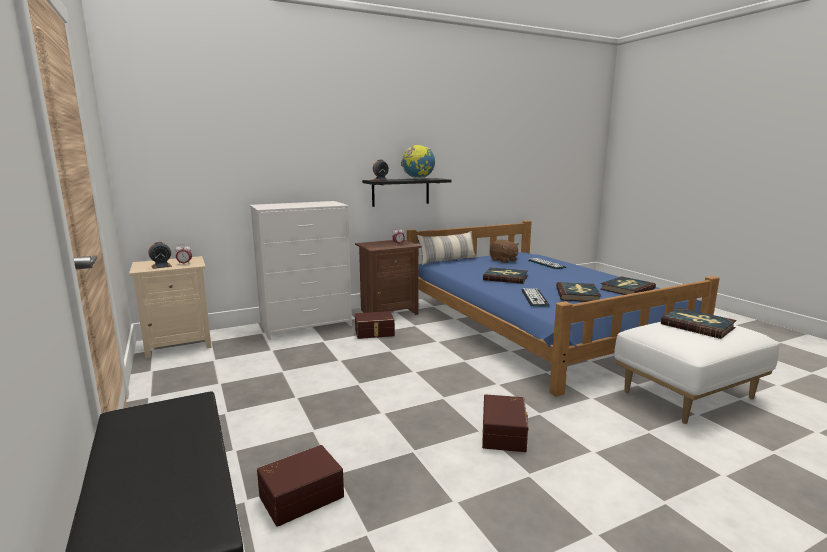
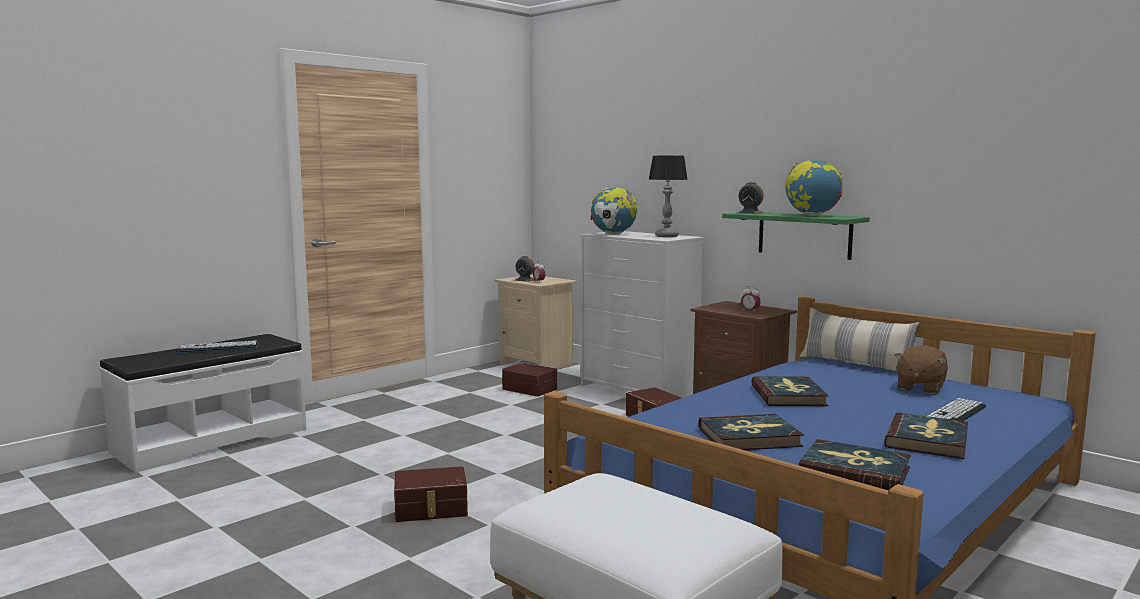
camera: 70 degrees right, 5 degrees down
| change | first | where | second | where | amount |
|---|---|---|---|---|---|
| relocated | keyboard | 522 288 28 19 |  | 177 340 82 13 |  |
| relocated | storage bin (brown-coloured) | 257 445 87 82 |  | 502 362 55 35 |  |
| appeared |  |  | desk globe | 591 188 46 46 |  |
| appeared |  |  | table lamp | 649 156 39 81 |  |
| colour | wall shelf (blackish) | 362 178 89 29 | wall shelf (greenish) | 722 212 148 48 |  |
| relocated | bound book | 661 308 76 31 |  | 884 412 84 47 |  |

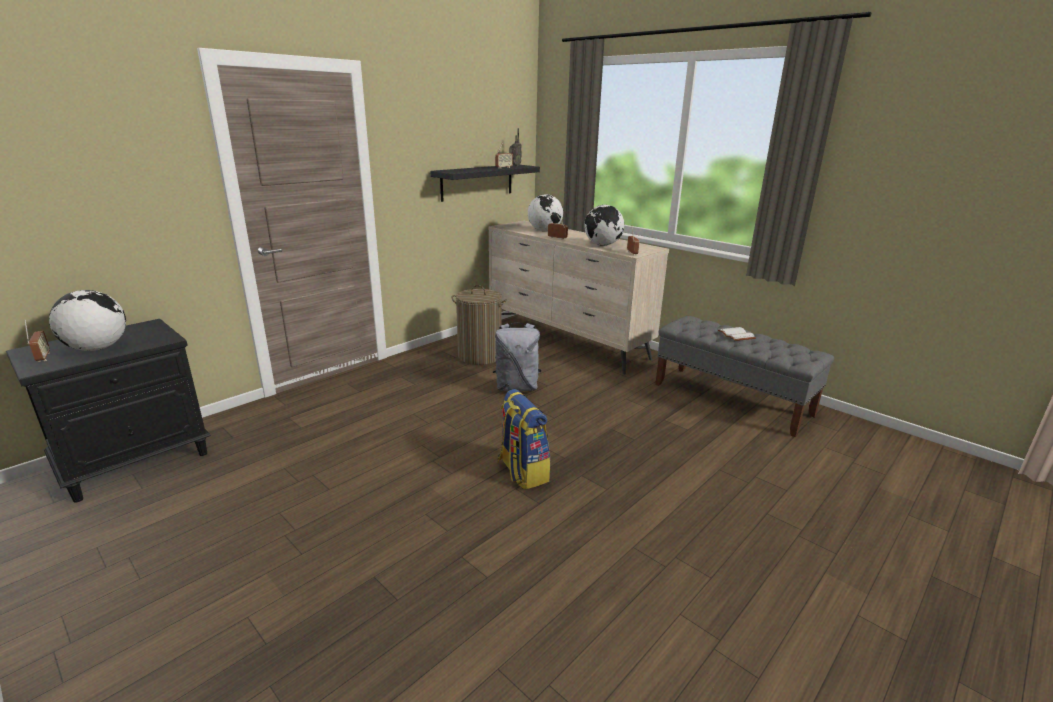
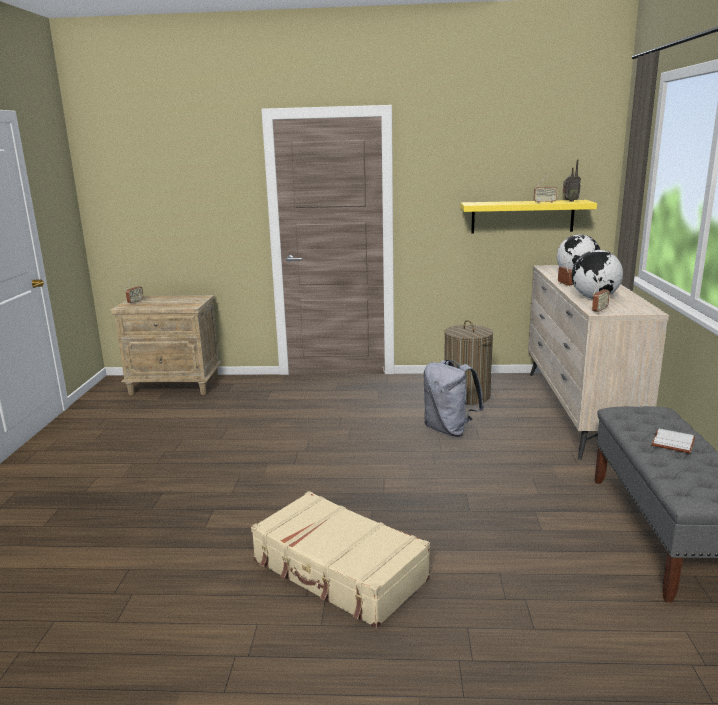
camera: 50 degrees right, 5 degrees down
| change | first | where | second | where | amount |
|---|---|---|---|---|---|
| colour | night table (blackish) | 6 319 205 184 | night table (sand-coloured) | 110 295 111 100 |  |
| appeared |  |  | suitcase (sand-coloured) | 251 491 179 137 |  |
| colour | wall shelf (blackish) | 430 165 110 37 | wall shelf (yellowish) | 460 200 137 34 |  |
| missing | desk globe | 49 290 77 61 |  |  |  |
| missing | rucksack | 498 389 52 101 |  |  |  |

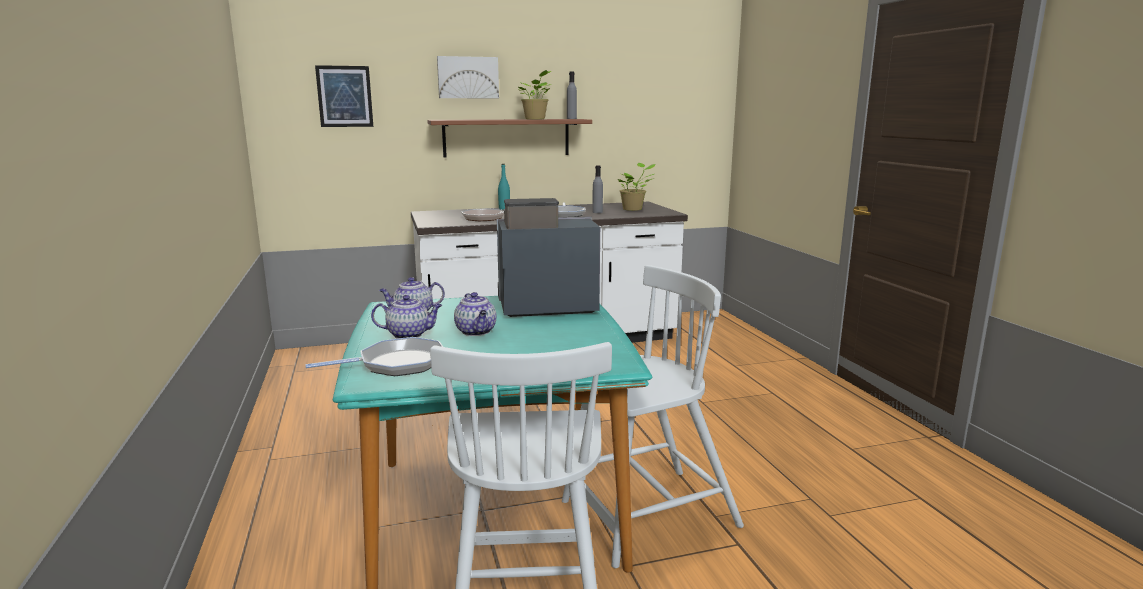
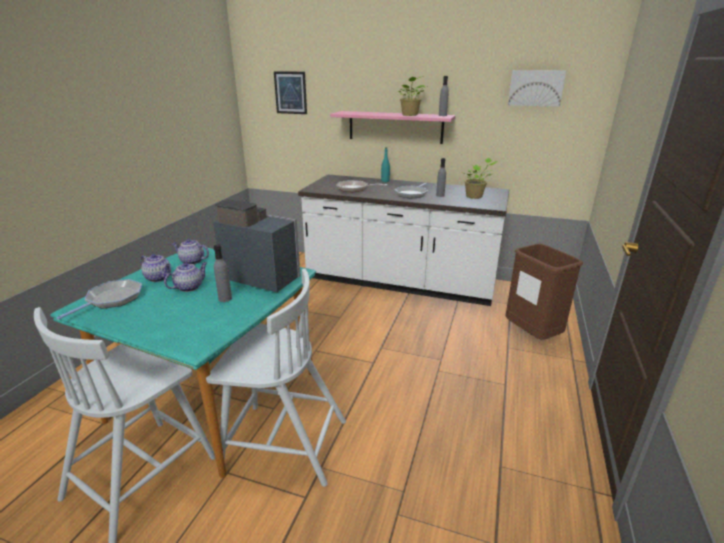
camera: 35 degrees right, 10 degrees up
| change | first | where | second | where | amount |
|---|---|---|---|---|---|
| spun | frying pan | 305 337 138 39 |  | 56 279 86 41 | 75 degrees counterclockwise |
| spun | pot for tea | 454 292 43 44 |  | 164 262 43 30 | 150 degrees counterclockwise |
| appeared |  |  | bottle (gray) | 214 245 18 57 |  |
| colour | wall shelf (brown-coloured) | 427 119 165 39 | wall shelf (pinkish) | 330 111 126 33 |  |
| appeared |  |  | rubbish bin (brown-coloured) | 505 244 78 96 |  |
| relocated | picture | 437 56 62 42 |  | 508 70 58 37 |  |

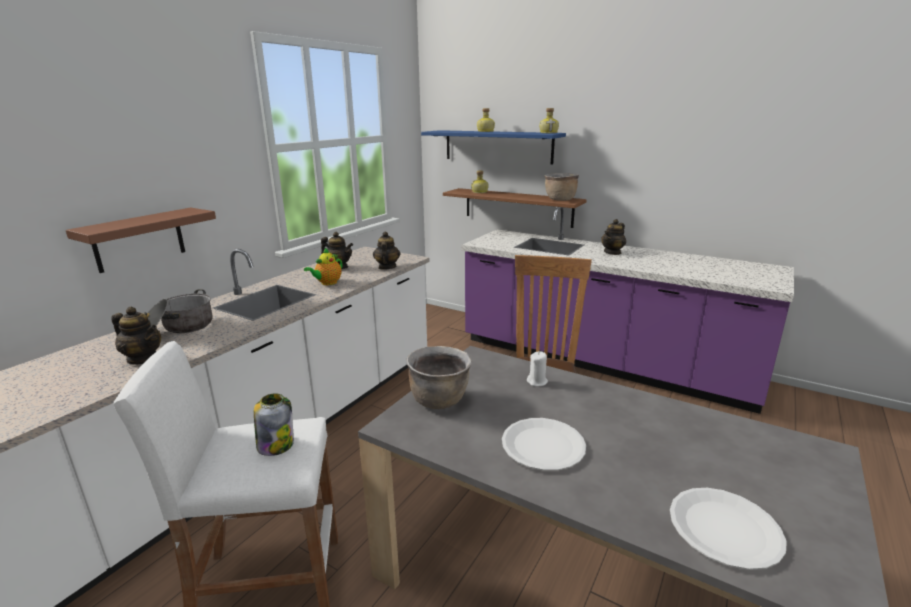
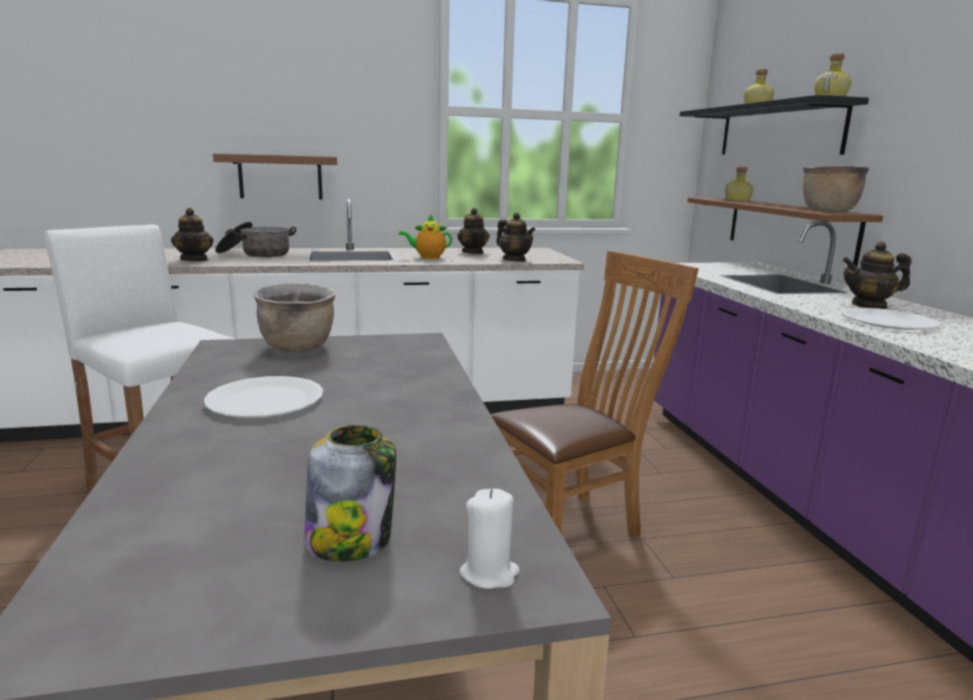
camera: 45 degrees right, 5 degrees down
| change | first | where | second | where | amount |
|---|---|---|---|---|---|
| relocated | preserve jar | 254 393 40 63 |  | 304 425 92 137 |  |
| relocated | wax light (white) | 527 351 21 35 |  | 459 489 61 100 |  |
| spun | pot for tea | 373 231 27 39 |  | 496 213 39 48 | 90 degrees clockwise |
| colour | wall shelf (blue) | 421 130 145 35 | wall shelf (blackish) | 680 95 189 60 |  |
| relocated | plate (white) | 670 488 117 82 |  | 841 308 100 22 |  |

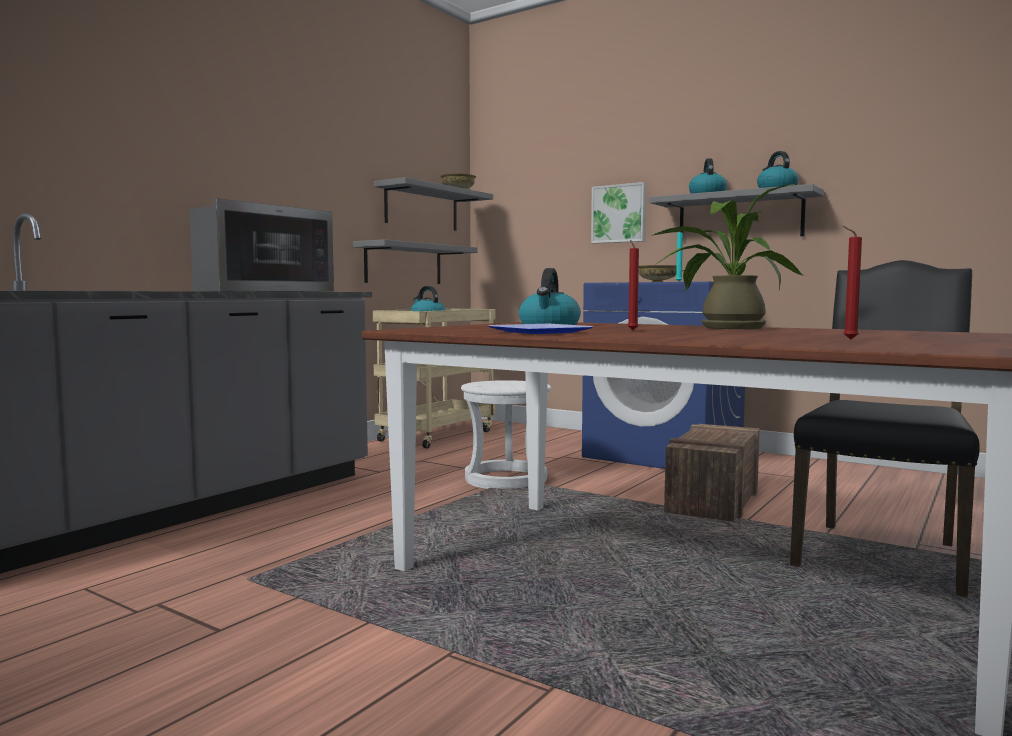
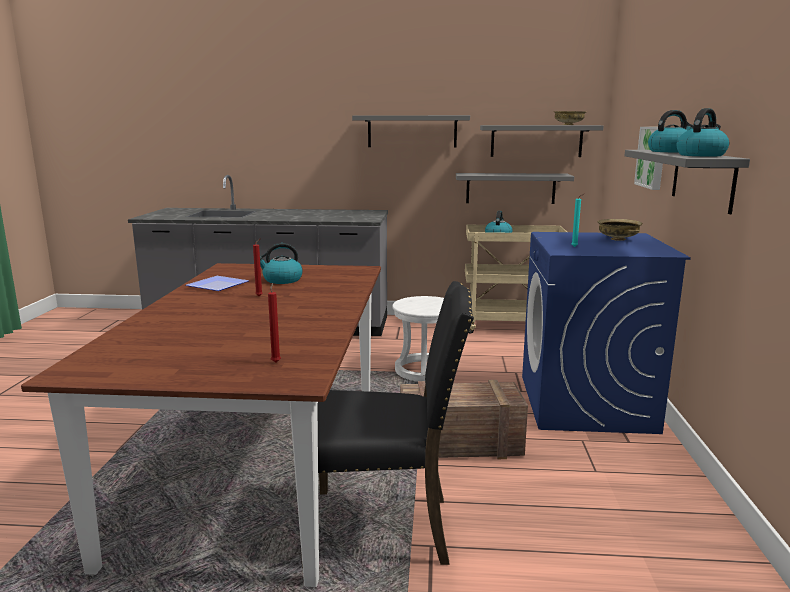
camera: 60 degrees right, 10 degrees up
| change | first | where | second | where | amount |
|---|---|---|---|---|---|
| relocated | wax light (red) | 843 226 19 114 |  | 268 283 13 79 |  |
| appeared |  |  | wall shelf (gray) | 352 115 118 32 |  |
| missing | kitchen microwave | 189 198 145 94 |  |  |  |
| missing | potted plant | 651 184 154 145 |  |  |  |

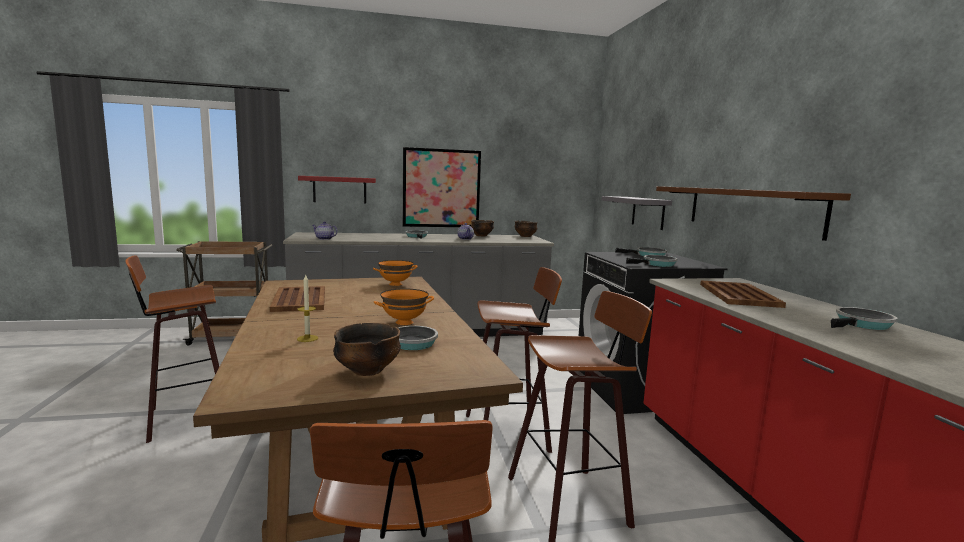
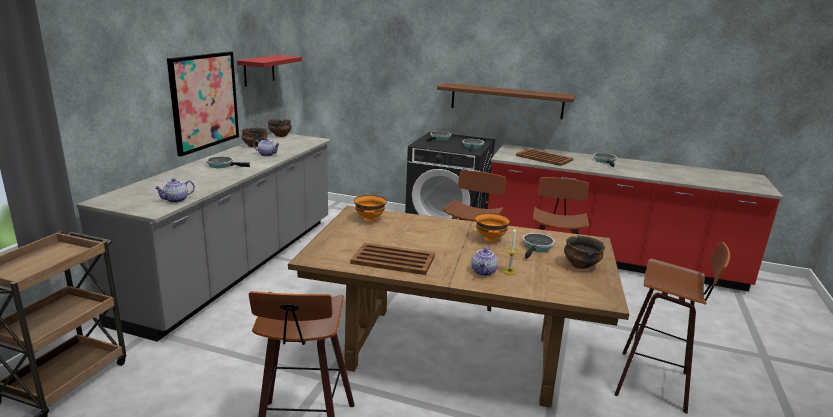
camera: 60 degrees left, 10 degrees up
| change | first | where | second | where | amount |
|---|---|---|---|---|---|
| relocated | wall shelf (red) | 298 176 78 27 |  | 237 55 65 31 |  |
| appeared |  |  | pot for tea | 471 246 27 30 |  |
| missing | wall shelf (gray) | 602 196 70 34 |  |  |  |

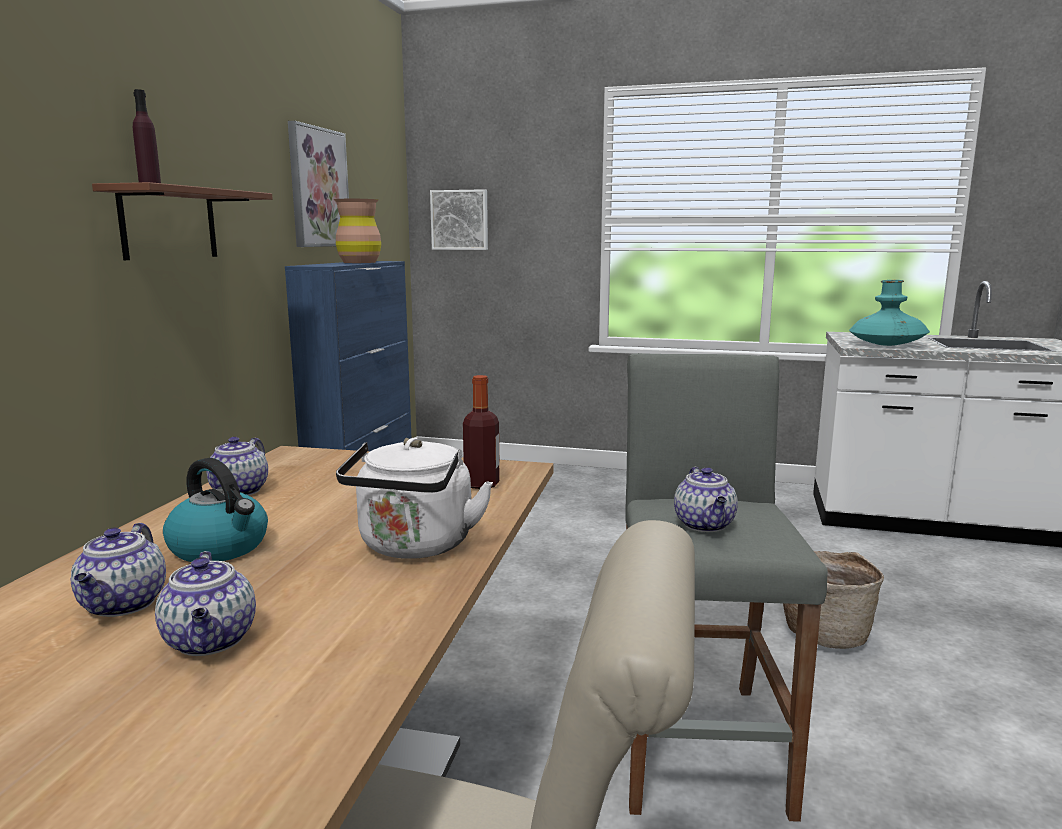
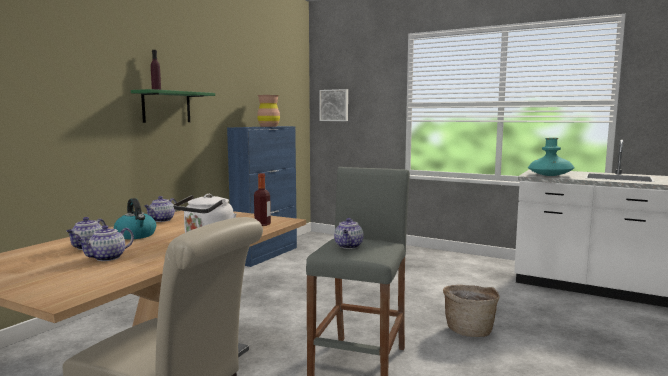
camera: 15 degrees right, 5 degrees down
| change | first | where | second | where | amount |
|---|---|---|---|---|---|
| spun | pot for tea | 155 551 101 105 |  | 76 225 58 36 | 45 degrees clockwise |
| colour | wall shelf (brown-coloured) | 92 182 181 78 | wall shelf (greenish) | 131 89 84 34 |  |
| missing | picture | 288 121 61 126 |  |  |  |

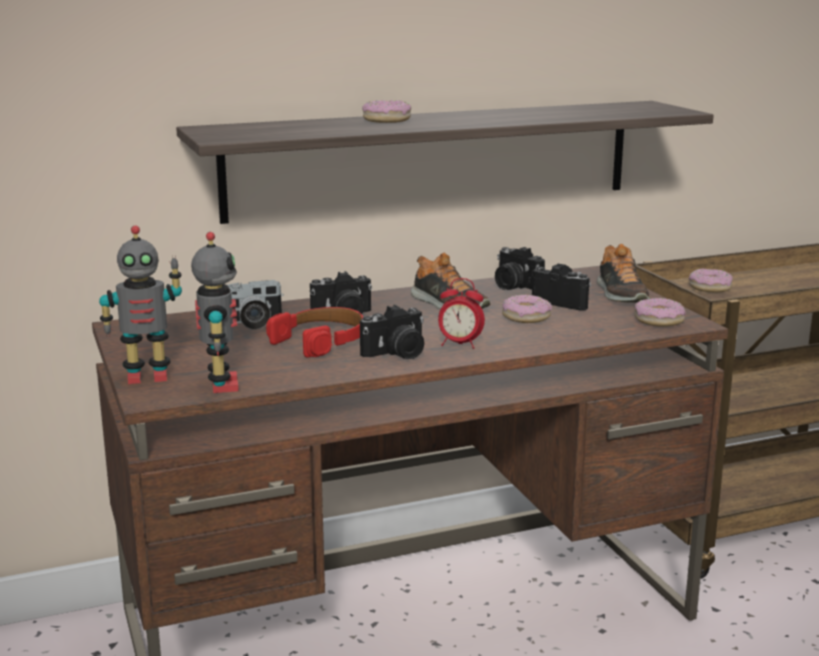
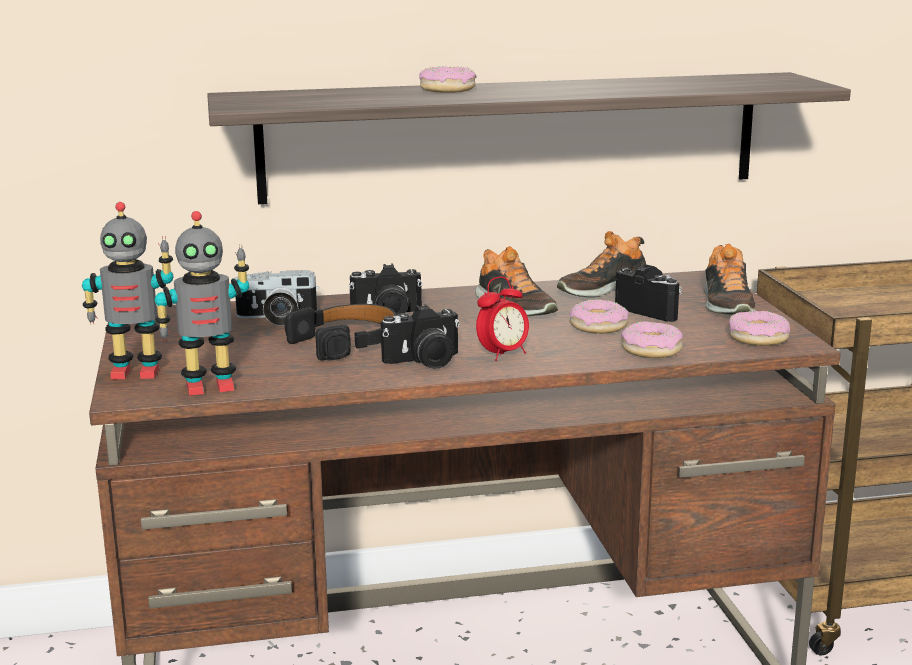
camera: 10 degrees right, 0 degrees up
| change | first | where | second | where | amount |
|---|---|---|---|---|---|
| spun | robot figure | 191 232 48 161 |  | 155 211 94 185 | 75 degrees clockwise |
| colour | pair of headphones (red) | 266 307 97 51 | pair of headphones (blackish) | 284 304 112 56 |  |
| spun | bedside clock | 438 278 47 71 |  | 476 277 53 84 | 60 degrees counterclockwise |
| exchanged | still camera | 495 247 50 43 | shoe | 557 231 89 66 |  |
| relocated | ring doughnut | 689 268 44 24 |  | 621 321 62 37 |  |

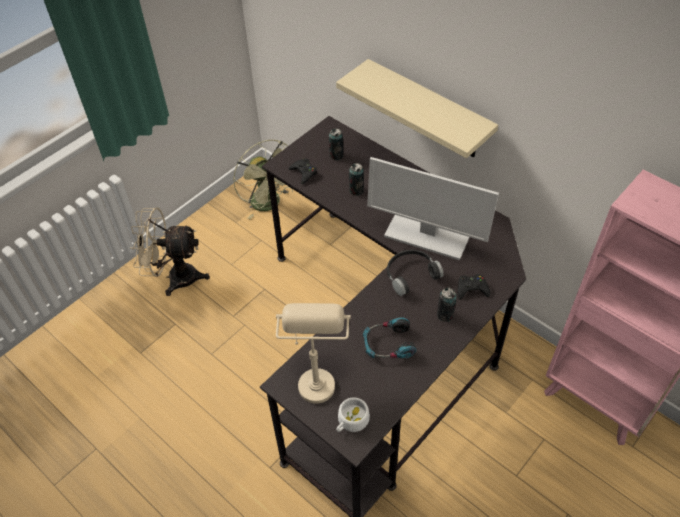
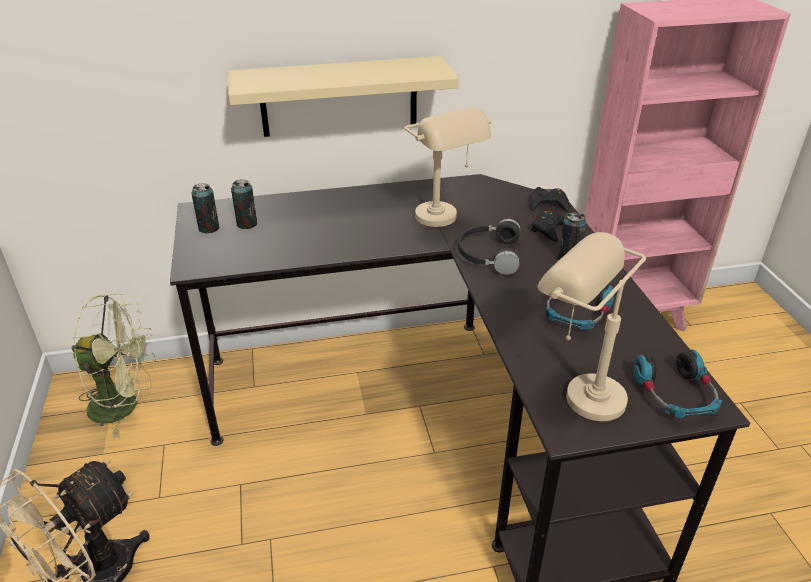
camera: 55 degrees left, 15 degrees down
| change | first | where | second | where | amount |
|---|---|---|---|---|---|
| relocated | sealed can | 349 163 15 33 |  | 191 183 28 50 |  |
| exchanged | computer display | 367 157 132 104 | table lamp (sand-coloured) | 404 107 87 120 |  |
| relocated | game controller (blackish) | 288 158 29 26 |  | 530 187 40 24 |  |
| exchanged | drinking cup (white) | 336 397 34 35 | pair of headphones | 634 349 89 69 |  |

